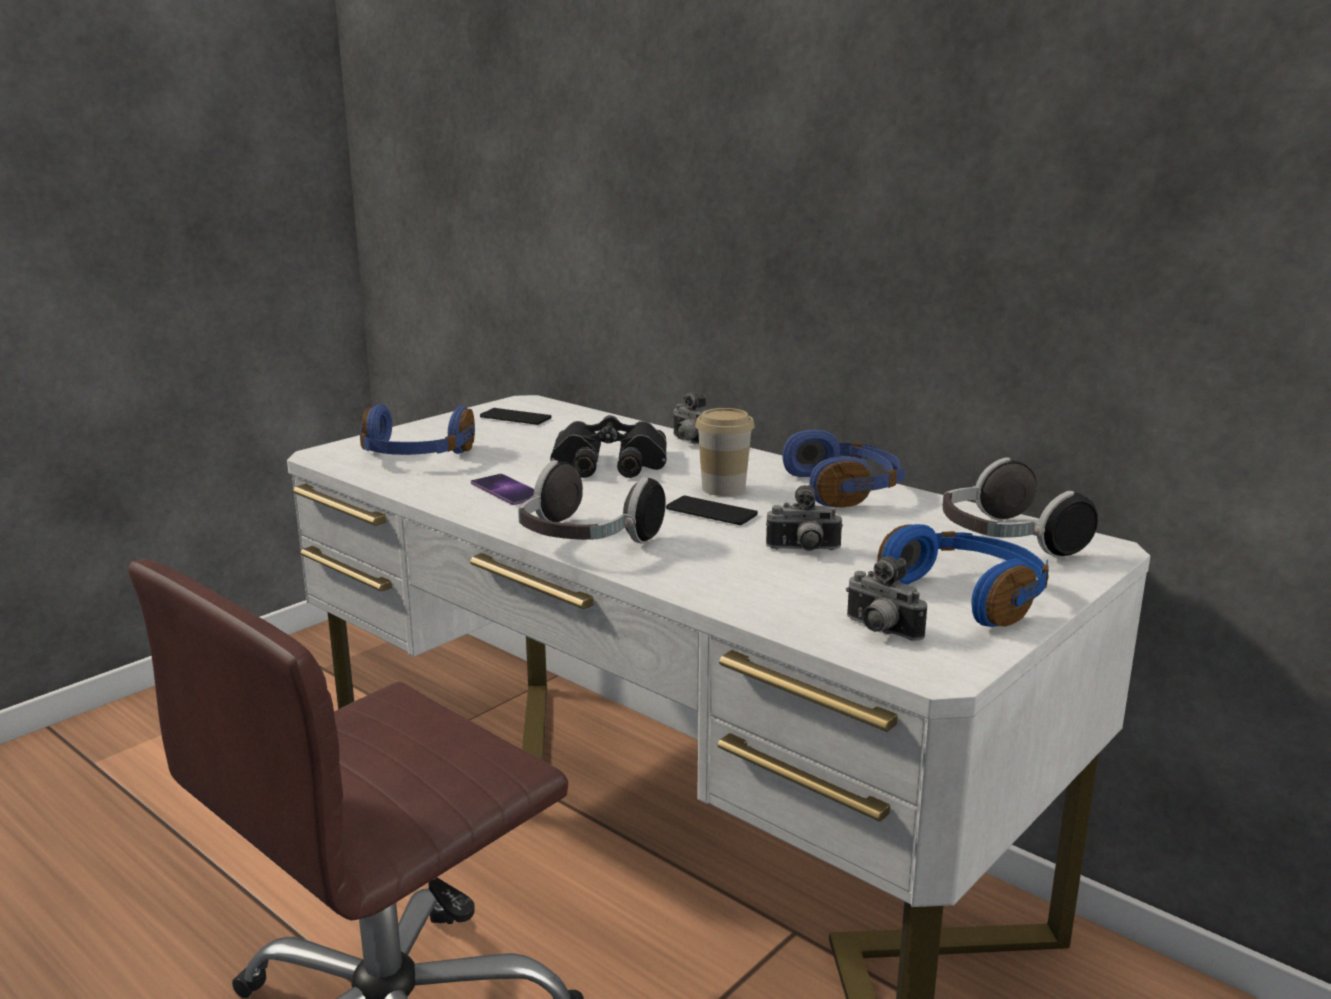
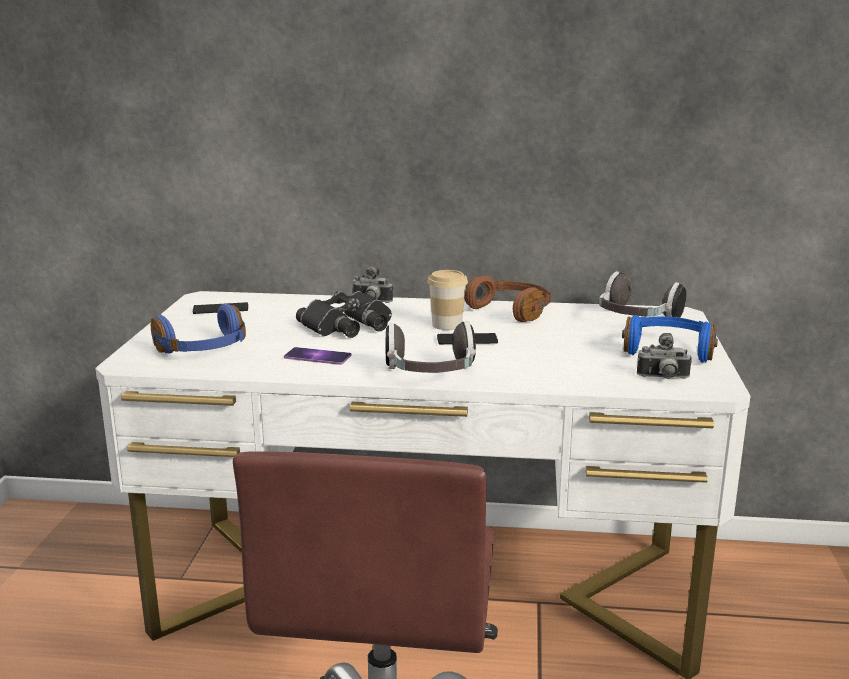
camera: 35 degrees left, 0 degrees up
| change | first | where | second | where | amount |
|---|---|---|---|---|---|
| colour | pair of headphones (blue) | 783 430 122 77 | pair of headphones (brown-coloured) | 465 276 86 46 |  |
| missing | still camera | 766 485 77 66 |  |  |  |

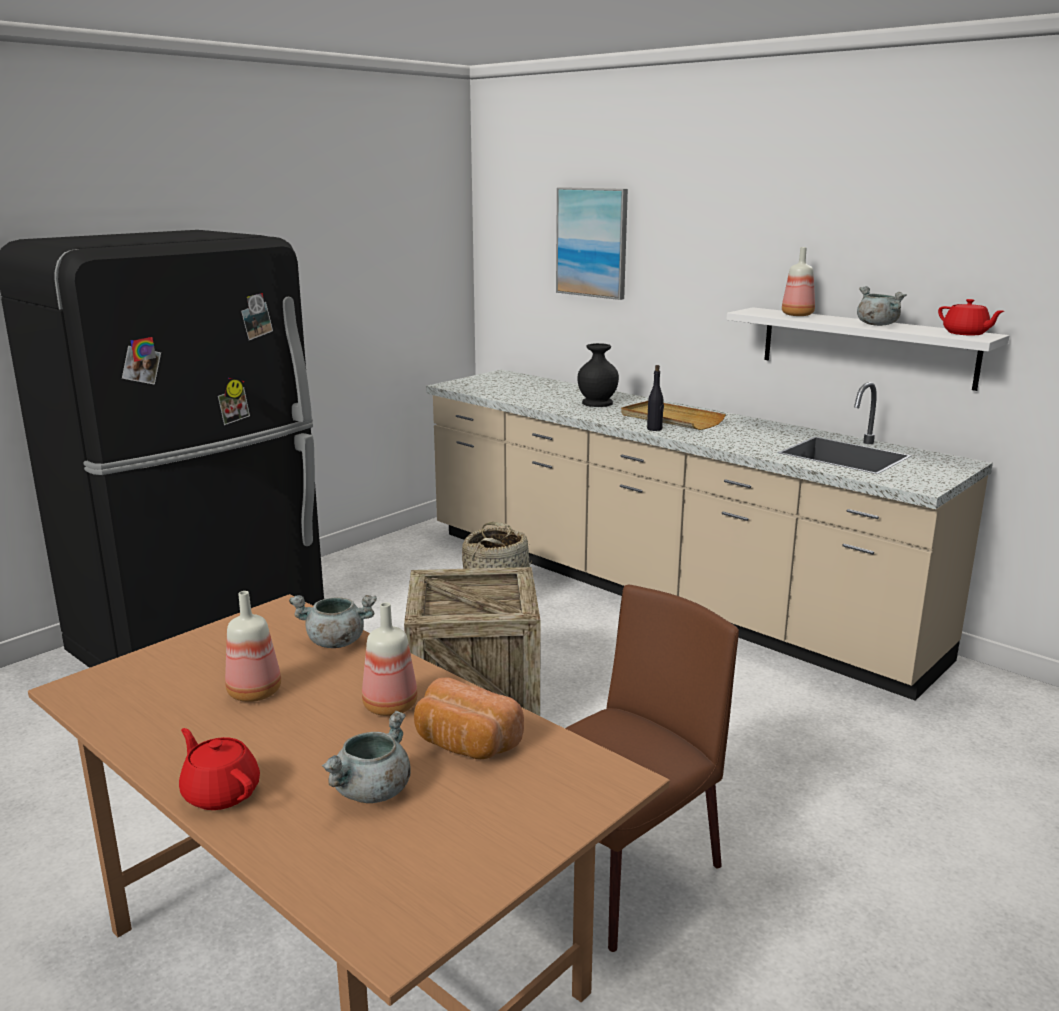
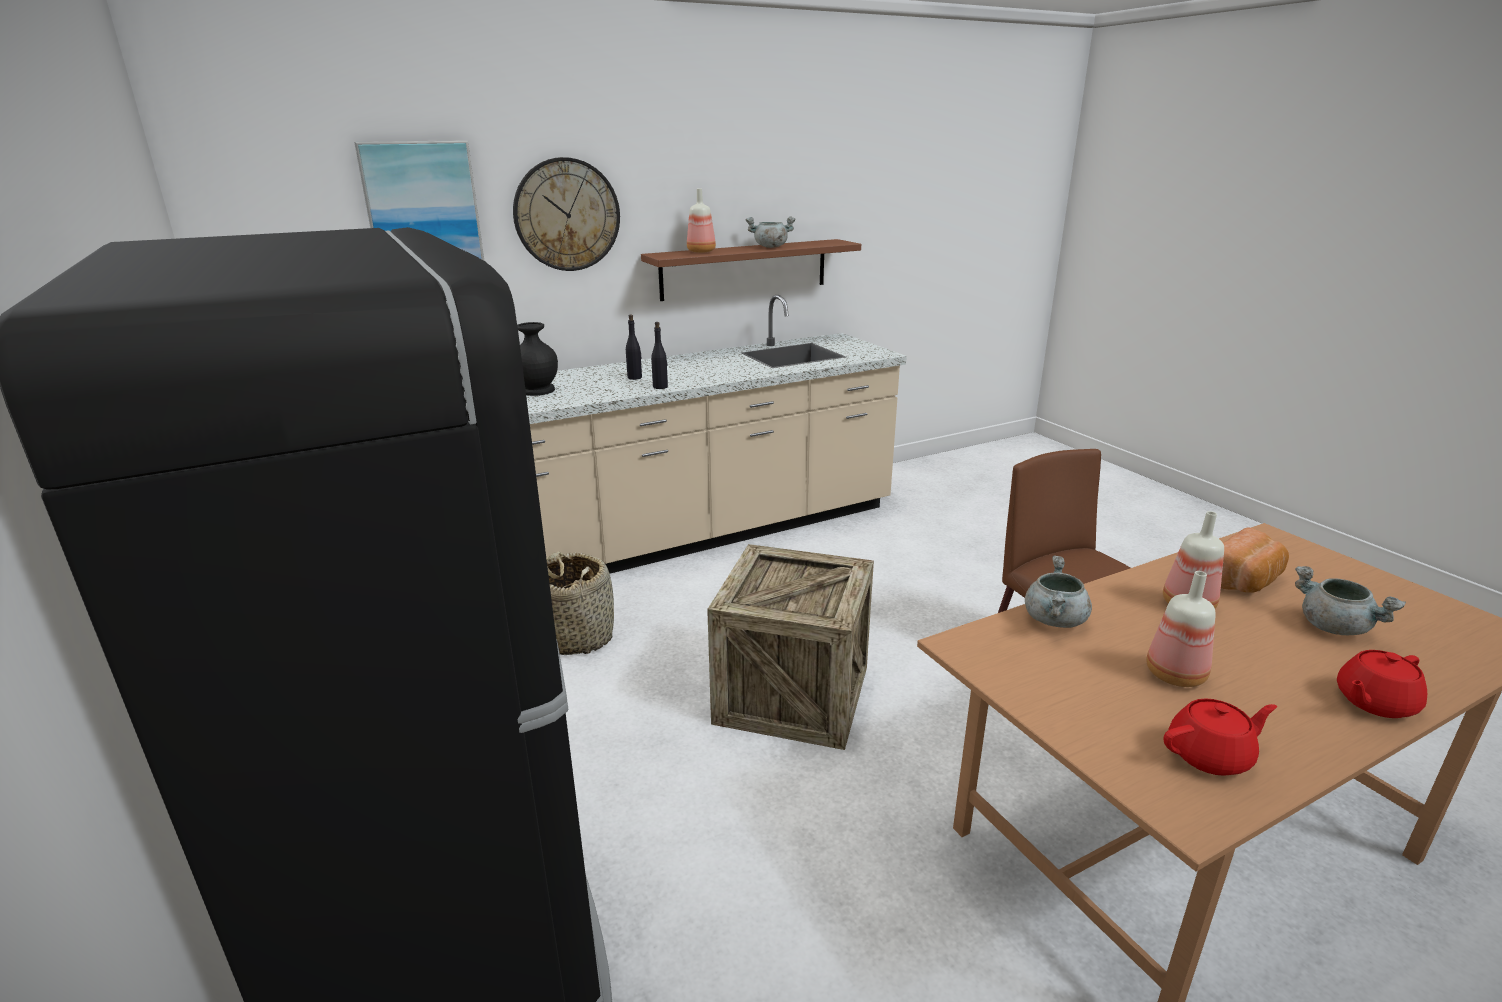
camera: 70 degrees left, 5 degrees up
| change | first | where | second | where | amount |
|---|---|---|---|---|---|
| appeared |  |  | hanging clock | 513 157 107 114 |  |
| exchanged | carrying tray (sand-coloured) | 621 401 105 29 | bottle (blackish) | 626 315 16 65 |  |
| colour | wall shelf (white) | 726 307 283 84 | wall shelf (brown-coloured) | 641 239 220 62 |  |
| relocated | pot for tea (red) | 938 299 66 37 |  | 1163 698 114 78 |  |

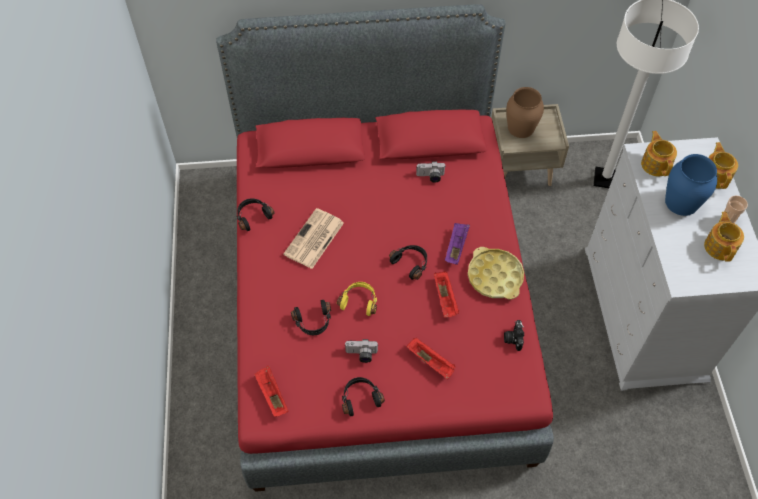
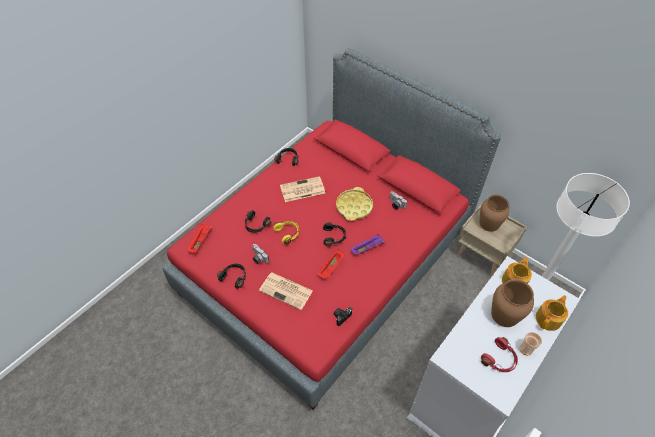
camera: 45 degrees right, 5 degrees down
| change | first | where | second | where | amount |
|---|---|---|---|---|---|
| exchanged | carrying tray (red) | 407 338 49 41 | daily paper | 259 273 54 37 |  |
| relocated | carrying tray (yellowish) | 468 247 56 53 |  | 336 187 37 34 |  |
| exchanged | pot for tea | 704 212 40 49 | pair of headphones (red) | 481 337 37 35 |  |
| colour | flower vase (blue) | 665 154 52 62 | flower vase (brown-coloured) | 491 279 43 48 |  |

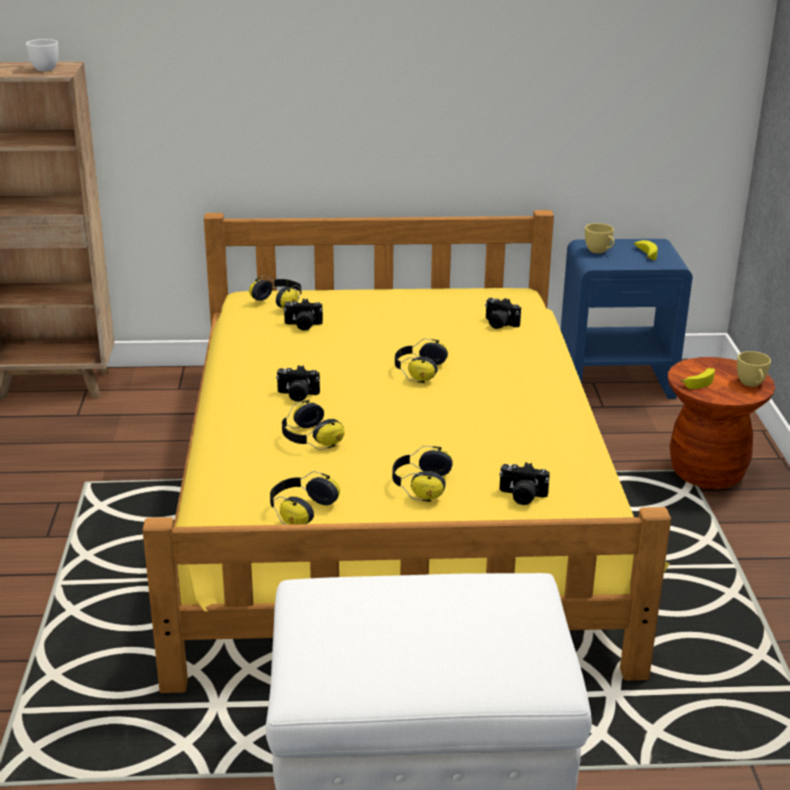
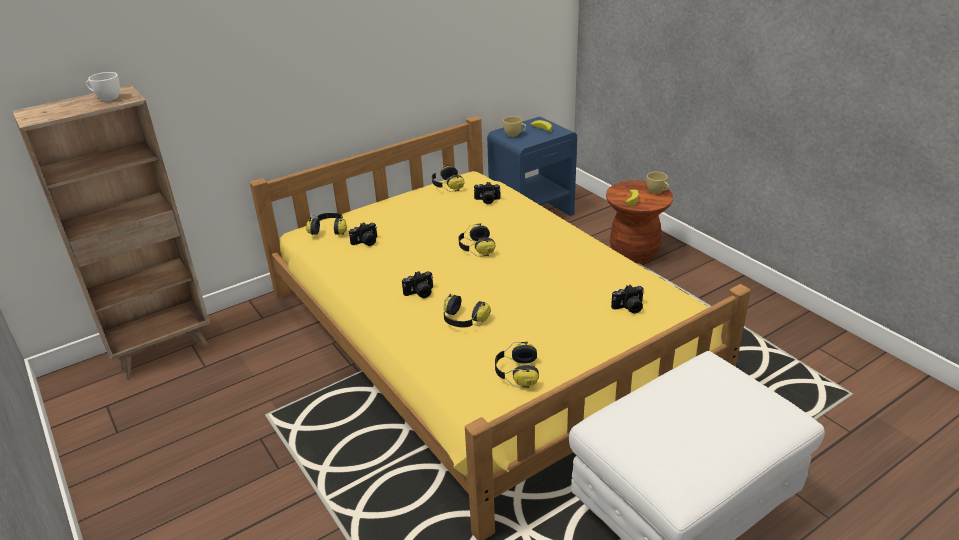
camera: 30 degrees left, 5 degrees up
| change | first | where | second | where | amount |
|---|---|---|---|---|---|
| relocated | pair of headphones | 392 446 61 56 |  | 432 165 33 27 |  |

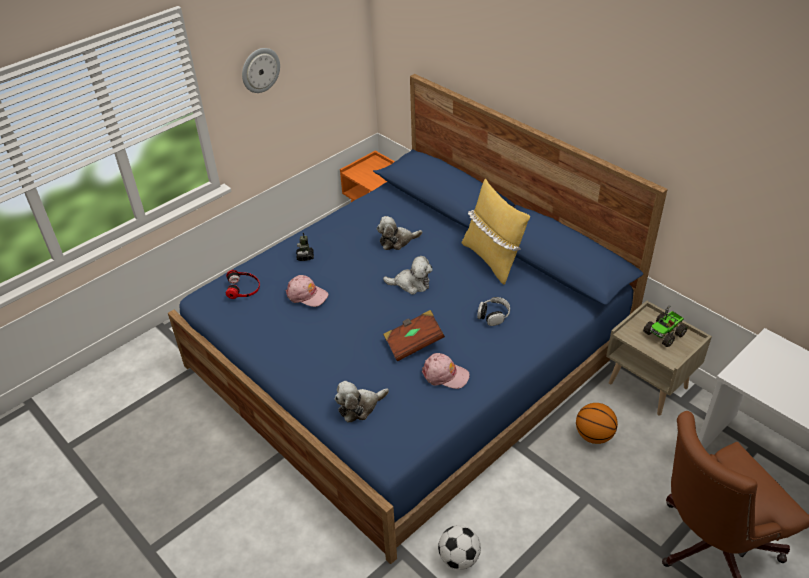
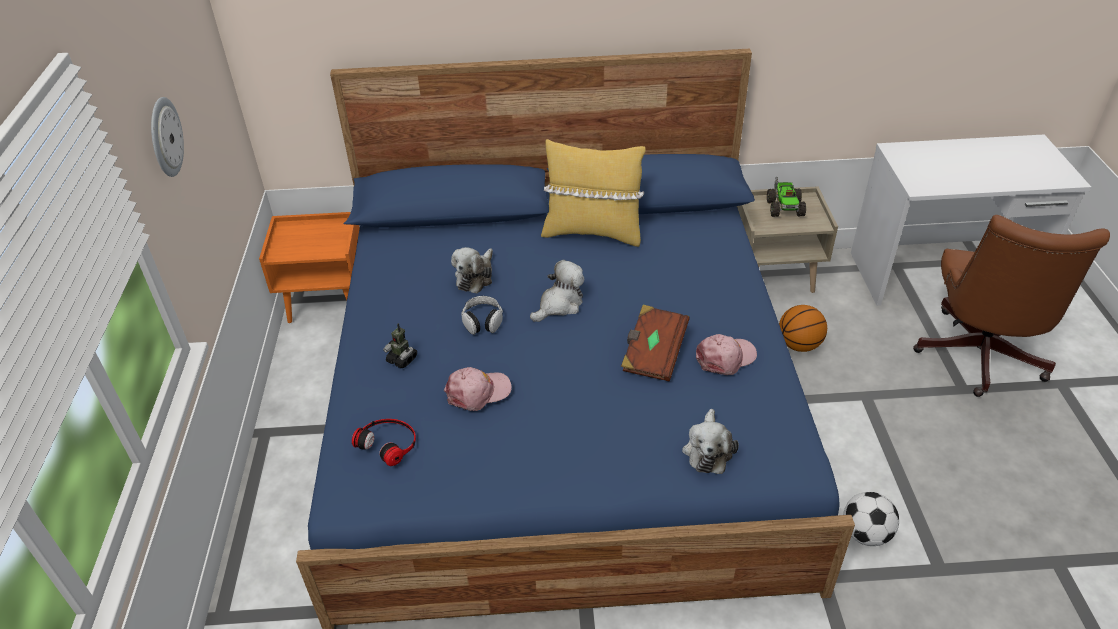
camera: 50 degrees left, 0 degrees up
| change | first | where | second | where | amount |
|---|---|---|---|---|---|
| relocated | pair of headphones | 477 297 33 29 |  | 461 296 42 39 |  |

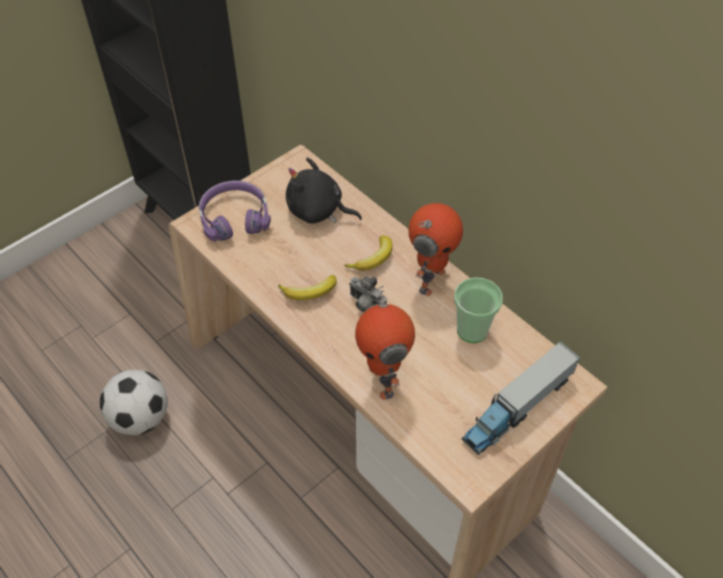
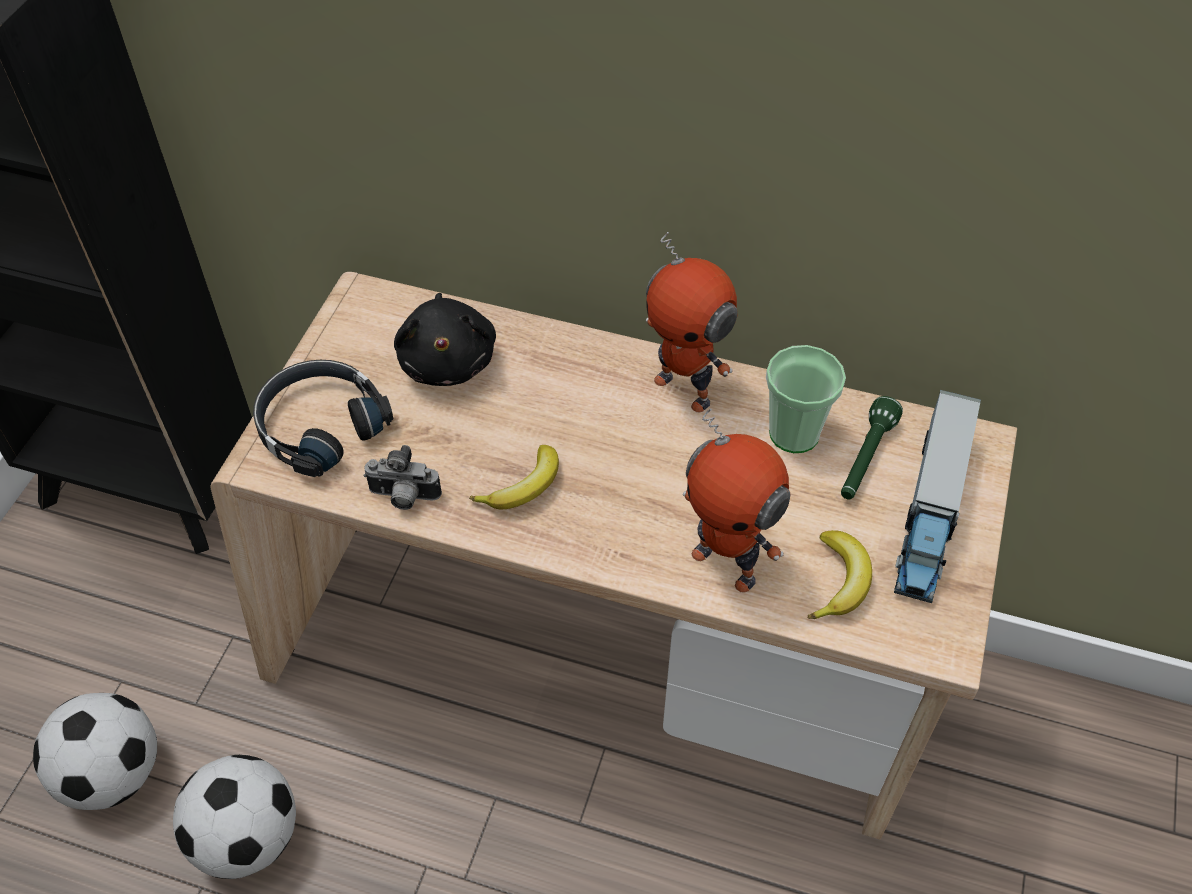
camera: 30 degrees left, 0 degrees up
| change | first | where | second | where | amount |
|---|---|---|---|---|---|
| appeared |  |  | ball for football | 33 693 124 117 |  |
| colour | pair of headphones (purple-coloured) | 199 181 72 61 | pair of headphones (blackish) | 253 360 140 117 |  |
| relocated | still camera | 349 276 38 36 |  | 364 445 78 65 |  |
| spun | cuddly toy (blackish) | 286 158 76 66 |  | 394 293 102 93 | 90 degrees counterclockwise |
| spun | robot figure | 408 203 55 93 |  | 646 232 92 180 | 135 degrees clockwise |
| relocated | banana fruit | 344 235 49 36 |  | 807 530 65 89 |  |
| appeared |  |  | torch (greenish) | 841 396 62 103 |  |

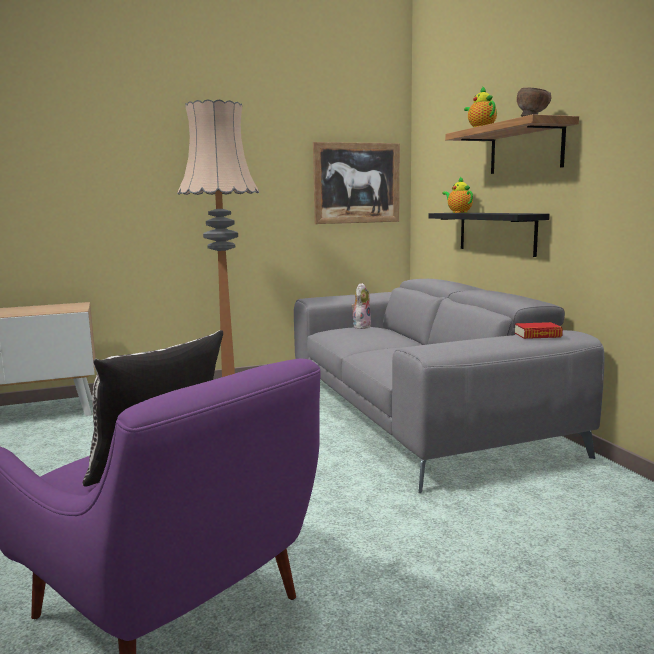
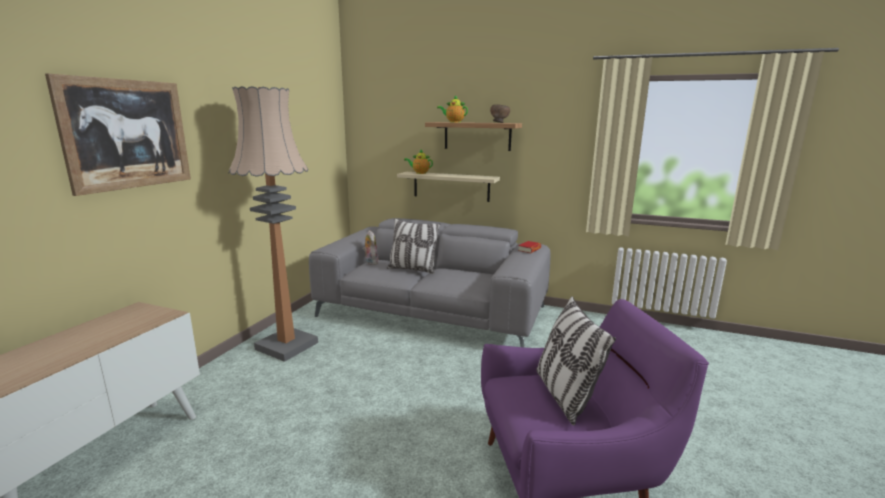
camera: 50 degrees left, 5 degrees up
| change | first | where | second | where | amount |
|---|---|---|---|---|---|
| relocated | picture | 313 142 87 82 |  | 45 74 146 122 |  |
| appeared |  |  | pillow | 387 218 53 56 |  |
| colour | wall shelf (blackish) | 429 213 121 44 | wall shelf (sand-coloured) | 397 172 103 30 |  |

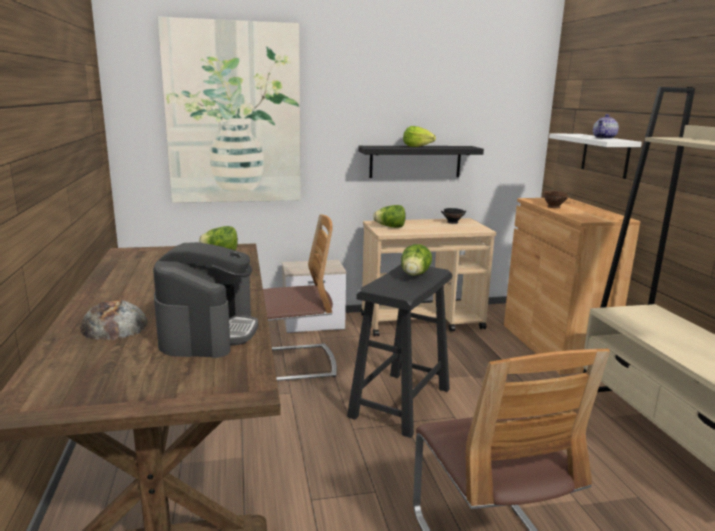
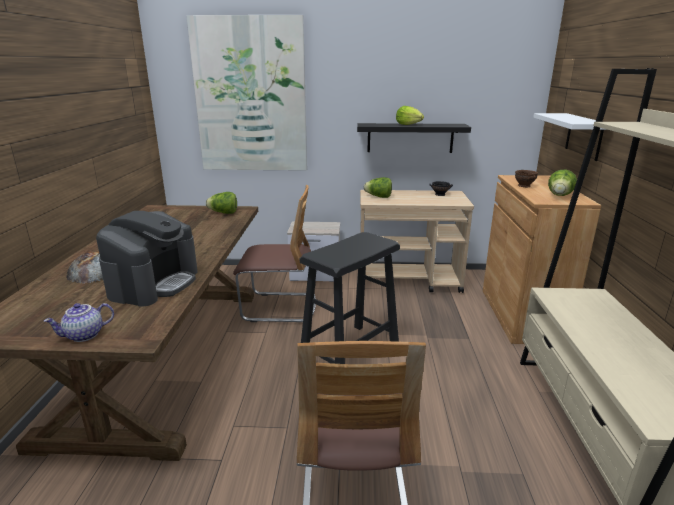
camera: 15 degrees right, 5 degrees up
| change | first | where | second | where | amount |
|---|---|---|---|---|---|
| relocated | pot for tea | 593 114 26 25 |  | 43 303 71 39 |  |
| relocated | head of lettuce | 401 244 31 32 |  | 548 170 29 26 |  |

